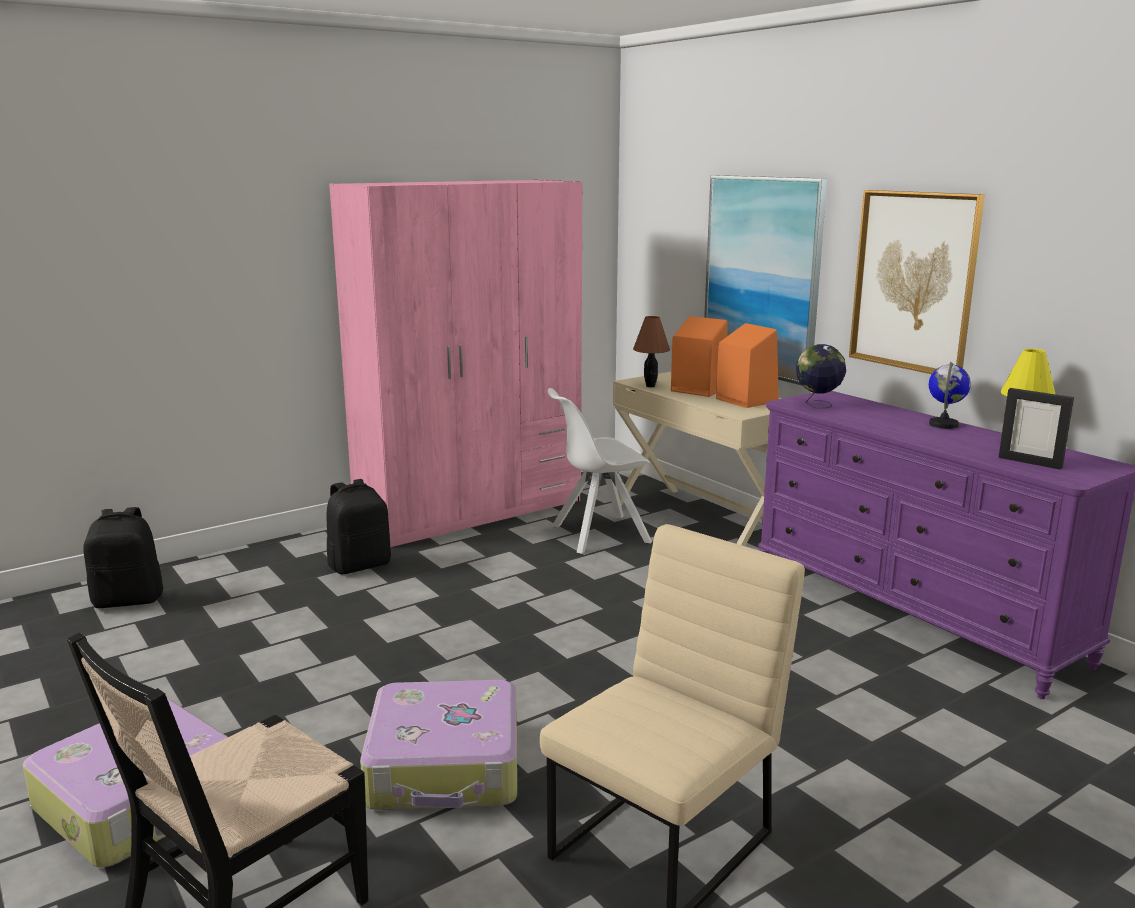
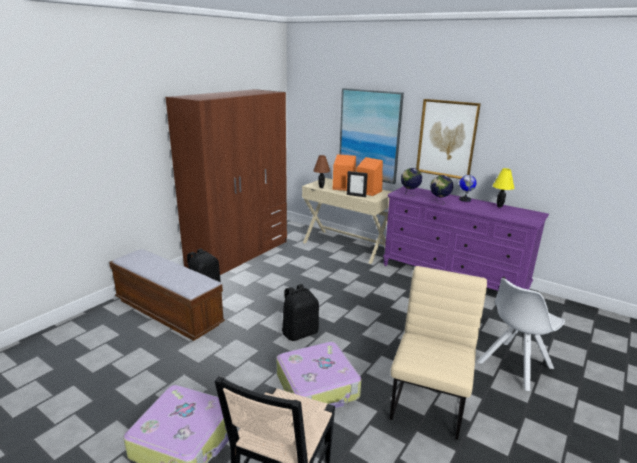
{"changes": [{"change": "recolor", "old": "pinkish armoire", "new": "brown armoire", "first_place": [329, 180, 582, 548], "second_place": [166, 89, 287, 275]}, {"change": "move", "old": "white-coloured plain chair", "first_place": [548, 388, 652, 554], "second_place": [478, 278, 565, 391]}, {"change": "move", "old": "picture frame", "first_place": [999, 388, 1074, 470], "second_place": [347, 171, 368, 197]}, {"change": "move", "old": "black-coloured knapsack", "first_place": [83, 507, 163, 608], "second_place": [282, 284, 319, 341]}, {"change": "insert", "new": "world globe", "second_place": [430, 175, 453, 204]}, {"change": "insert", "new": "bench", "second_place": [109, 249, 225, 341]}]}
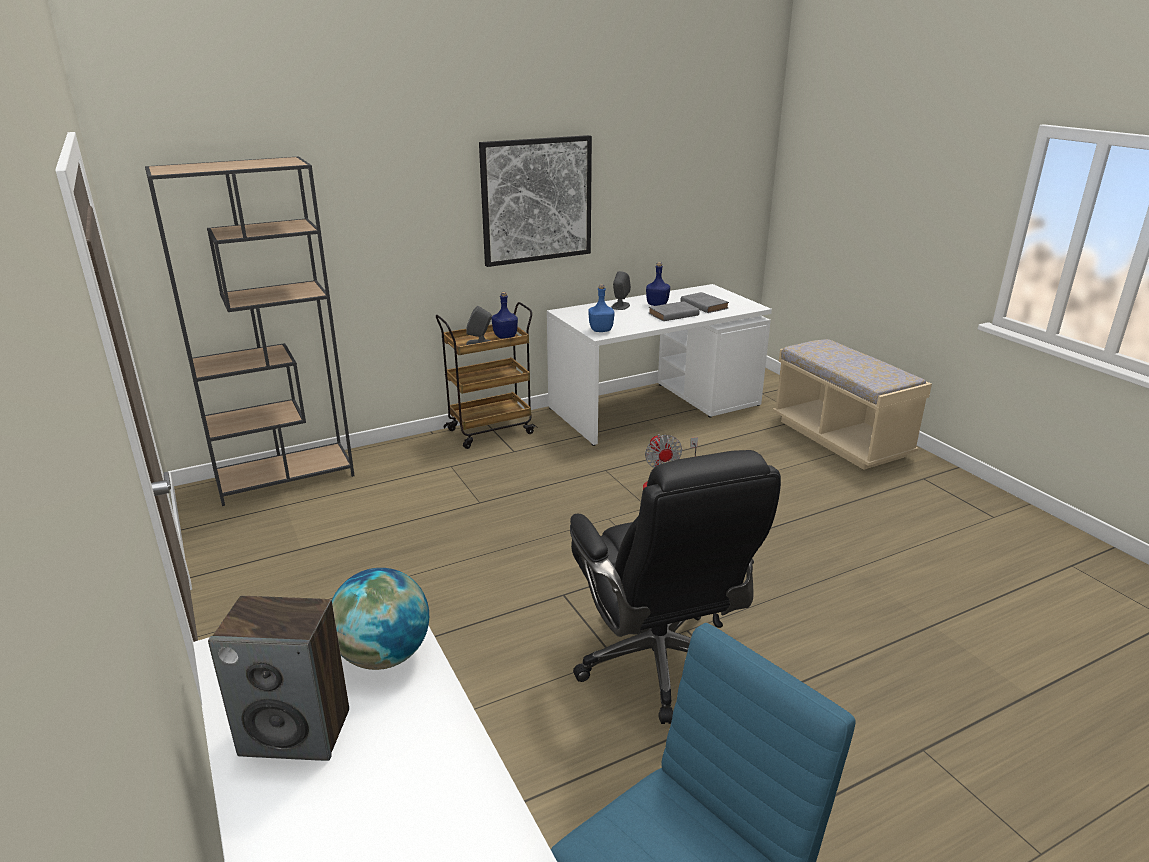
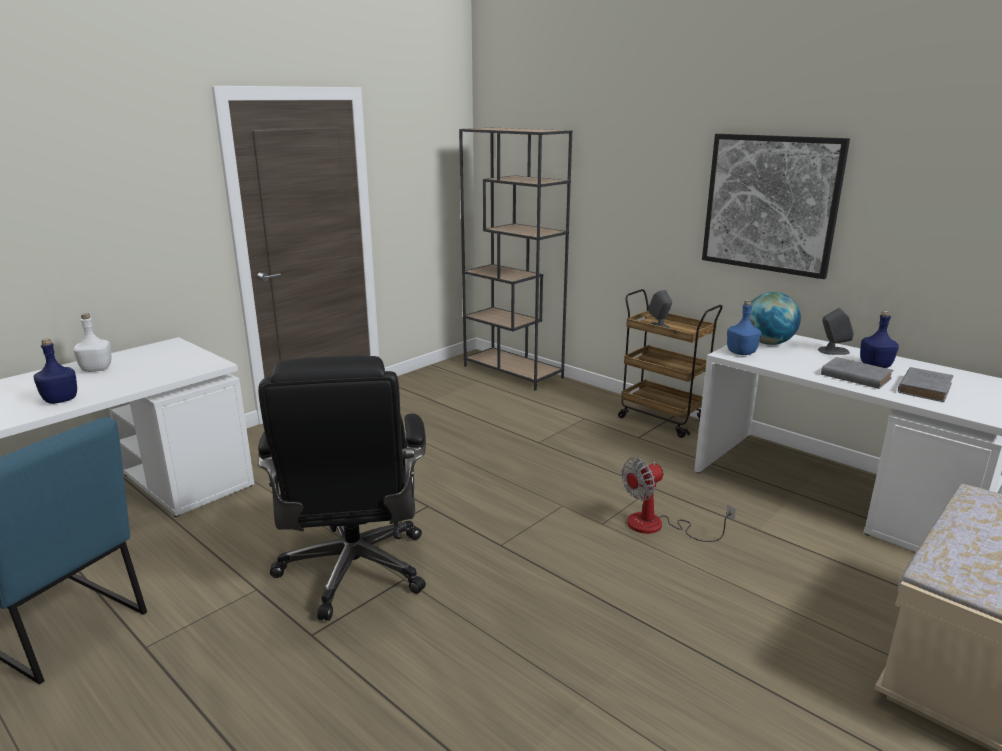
{"changes": [{"change": "move", "old": "blue-coloured beverage bottle", "first_place": [492, 292, 518, 338], "second_place": [33, 339, 77, 404]}, {"change": "rotate", "old": "black-coloured desk chair", "first_place": [570, 450, 781, 724], "second_place": [258, 355, 426, 621], "degrees": -60}, {"change": "move", "old": "world globe", "first_place": [331, 568, 429, 670], "second_place": [750, 292, 801, 345]}, {"change": "replace", "old": "speaker", "new": "white-coloured beverage bottle", "first_place": [208, 596, 349, 761], "second_place": [73, 313, 112, 372]}]}
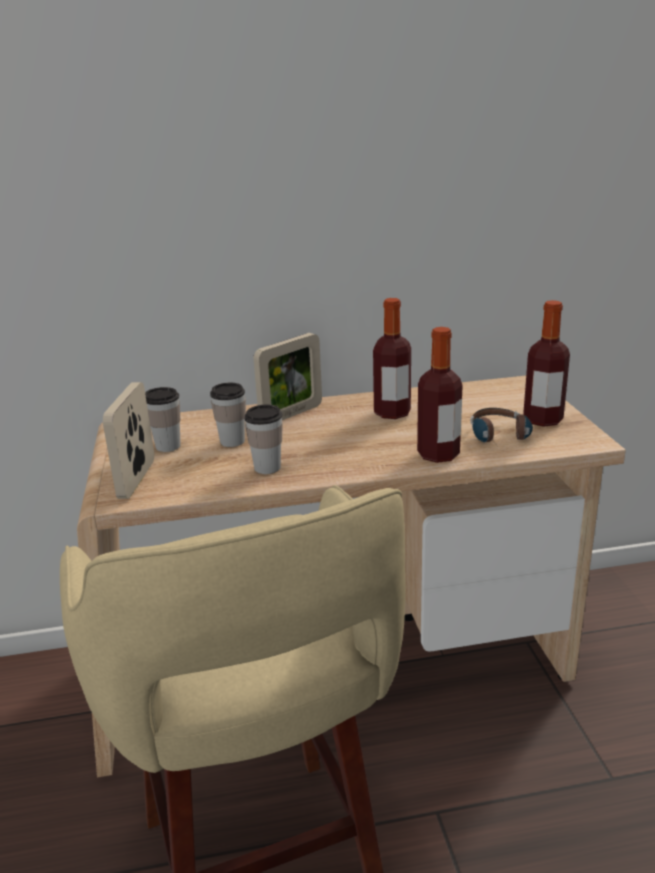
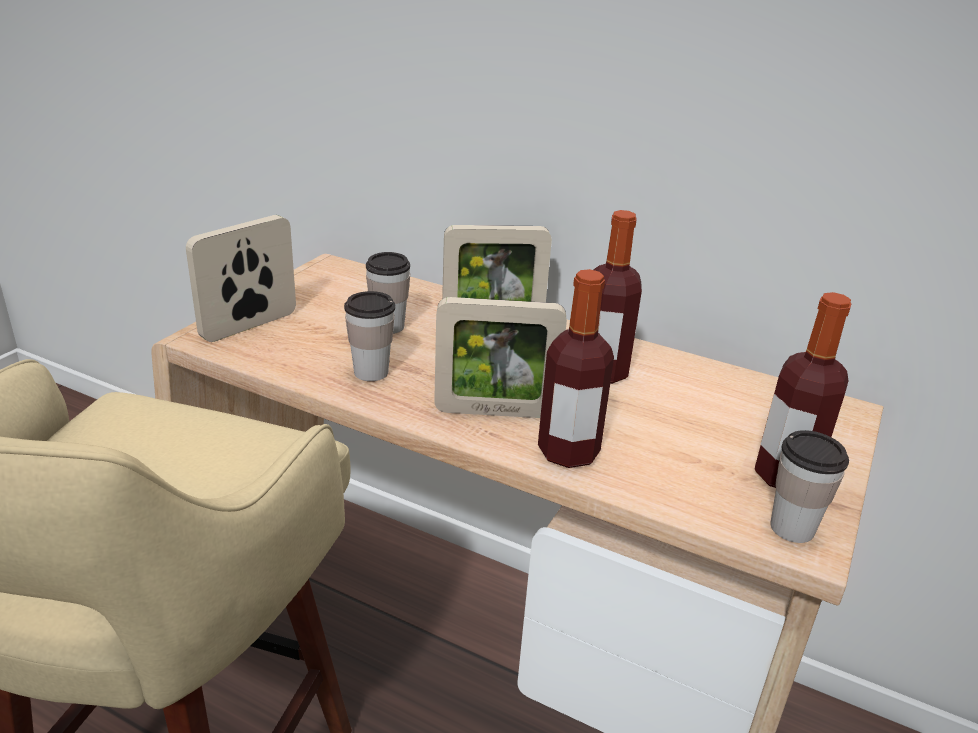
{"changes": [{"change": "move", "old": "small cup", "first_place": [145, 387, 181, 452], "second_place": [770, 430, 849, 543]}, {"change": "delete", "old": "headset", "first_place": [470, 408, 533, 443]}, {"change": "insert", "new": "picture frame", "second_place": [434, 297, 567, 418]}]}
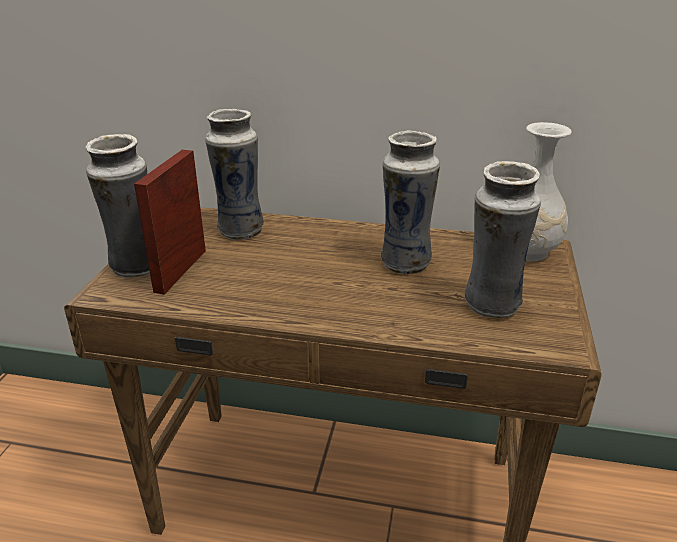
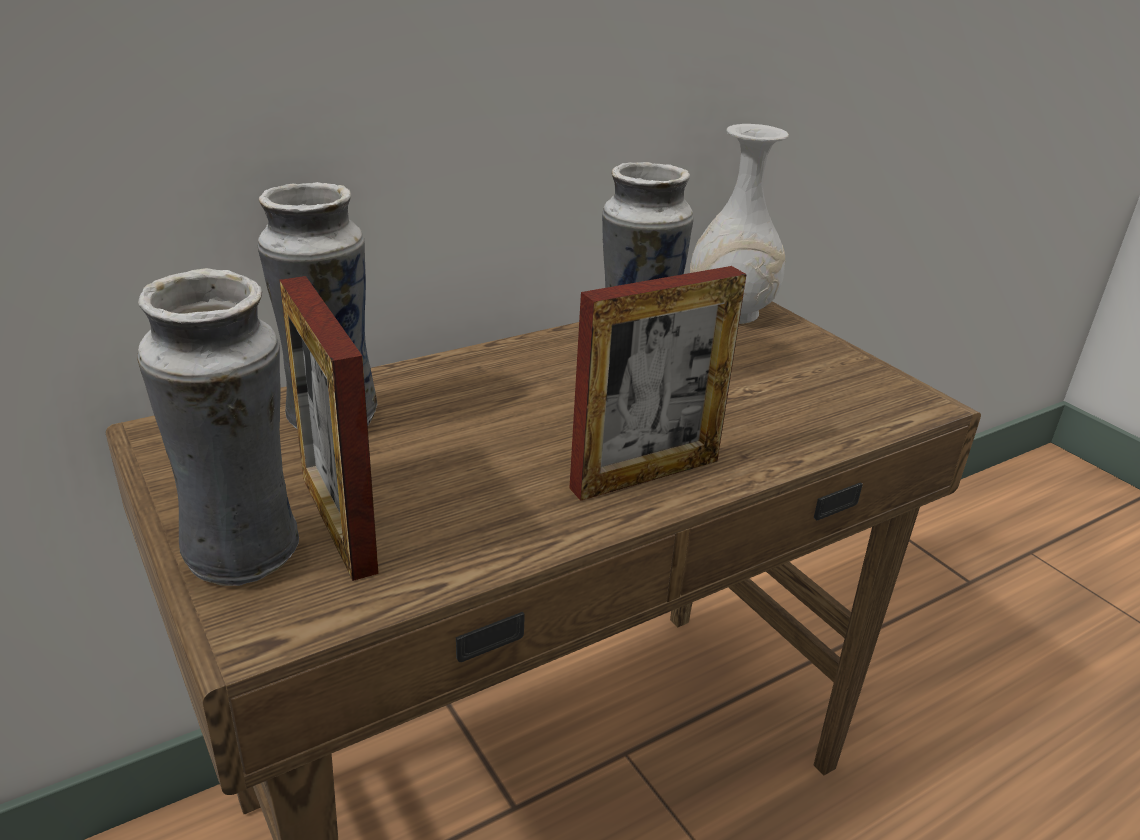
{"changes": [{"change": "delete", "old": "vase", "first_place": [465, 161, 541, 318]}, {"change": "insert", "new": "picture frame", "second_place": [569, 266, 747, 501]}]}
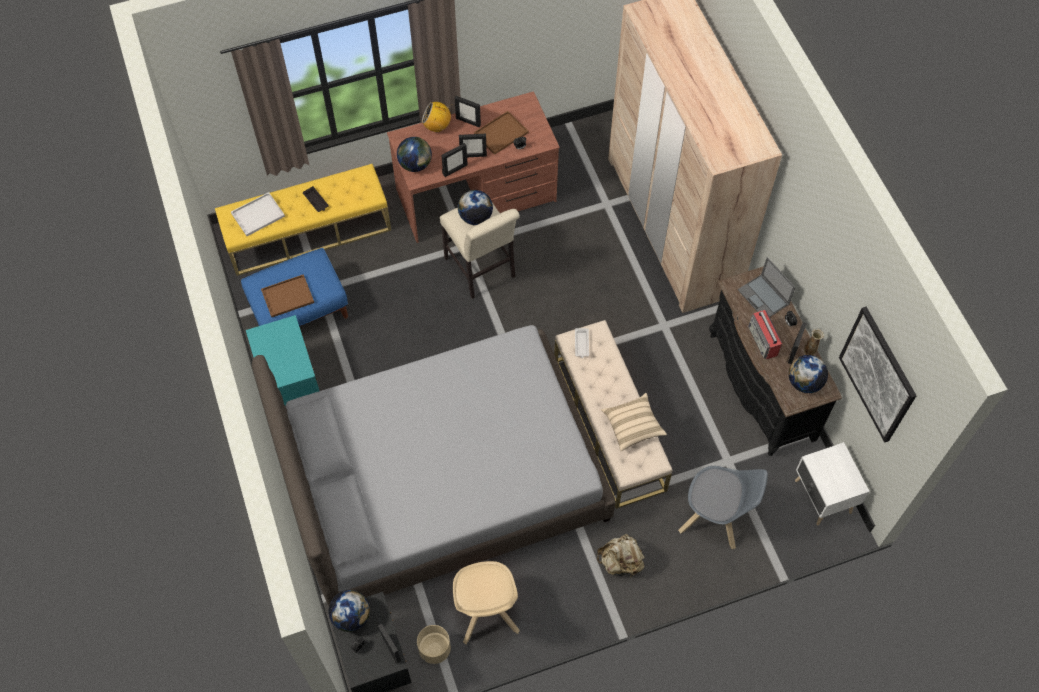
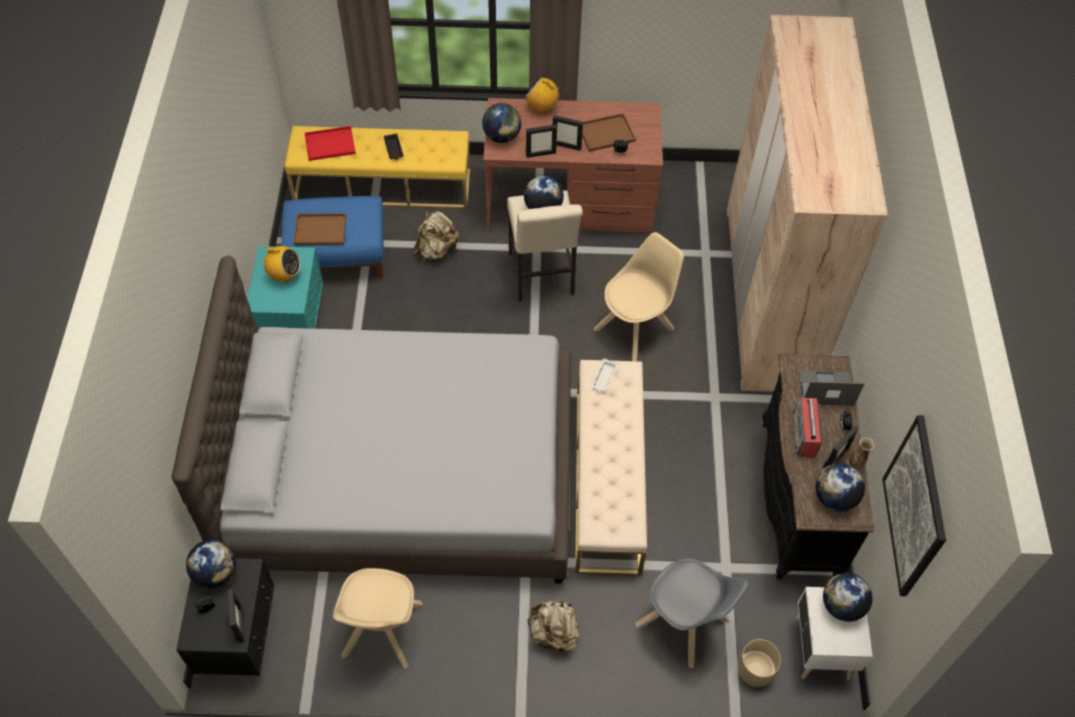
{"changes": [{"change": "delete", "old": "picture frame", "first_place": [455, 96, 481, 127]}, {"change": "recolor", "old": "white-coloured serving tray", "new": "red-coloured serving tray", "first_place": [231, 192, 285, 236], "second_place": [304, 126, 356, 161]}, {"change": "rotate", "old": "notebook computer", "first_place": [738, 257, 796, 317], "second_place": [799, 371, 865, 406], "degrees": 105}, {"change": "delete", "old": "sand-coloured throw pillow", "first_place": [601, 393, 667, 451]}, {"change": "move", "old": "sand-coloured flower pot", "first_place": [417, 625, 451, 664], "second_place": [738, 639, 781, 687]}, {"change": "insert", "new": "sand-coloured knapsack", "second_place": [413, 210, 459, 261]}, {"change": "insert", "new": "sand-coloured plain chair", "second_place": [594, 232, 684, 361]}, {"change": "insert", "new": "radio receiver", "second_place": [261, 246, 300, 282]}, {"change": "insert", "new": "world globe", "second_place": [823, 573, 873, 622]}]}
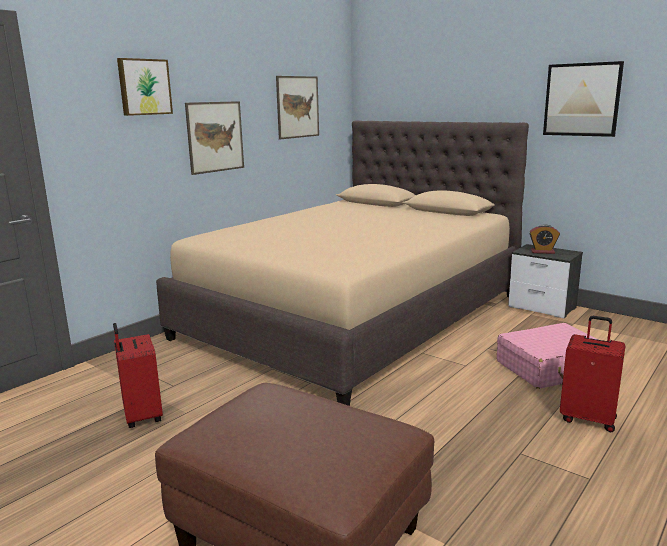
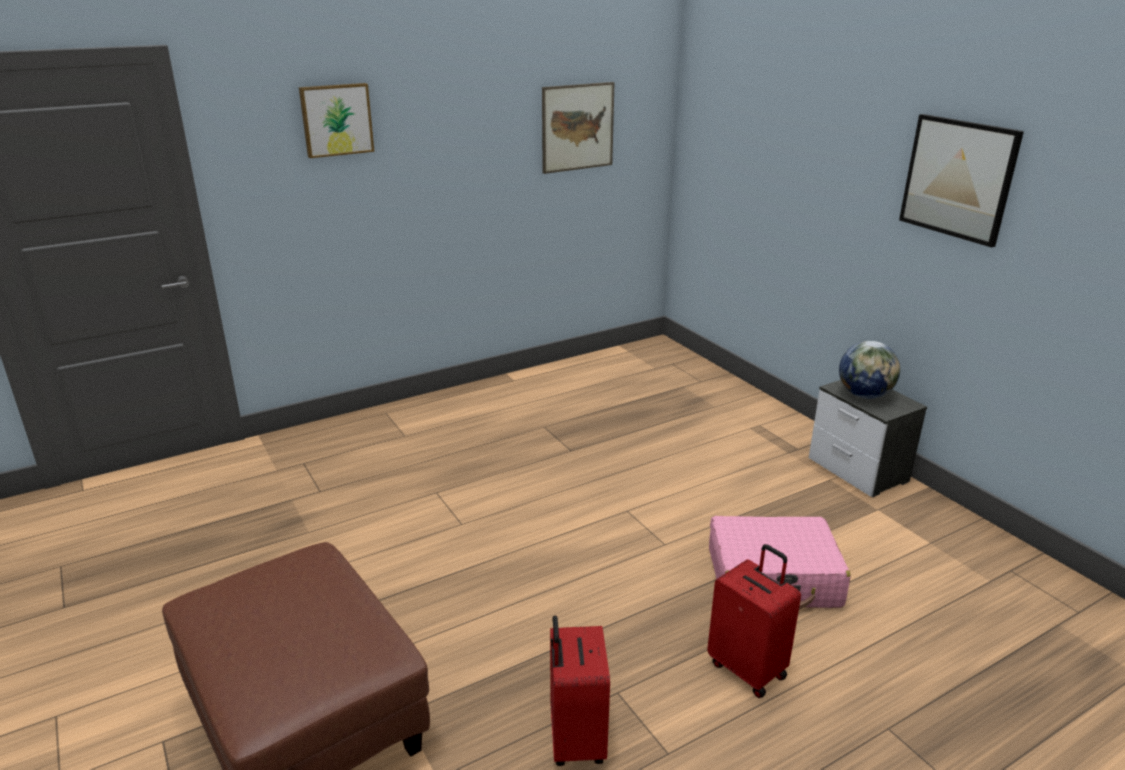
{"changes": [{"change": "delete", "old": "wall art", "first_place": [185, 101, 244, 175]}, {"change": "delete", "old": "sand-coloured sleeping bed", "first_place": [156, 121, 529, 406]}, {"change": "replace", "old": "bedside clock", "new": "world globe", "first_place": [529, 224, 560, 254], "second_place": [839, 341, 900, 399]}, {"change": "move", "old": "red-coloured piece of luggage", "first_place": [113, 323, 163, 428], "second_place": [550, 616, 610, 766]}]}
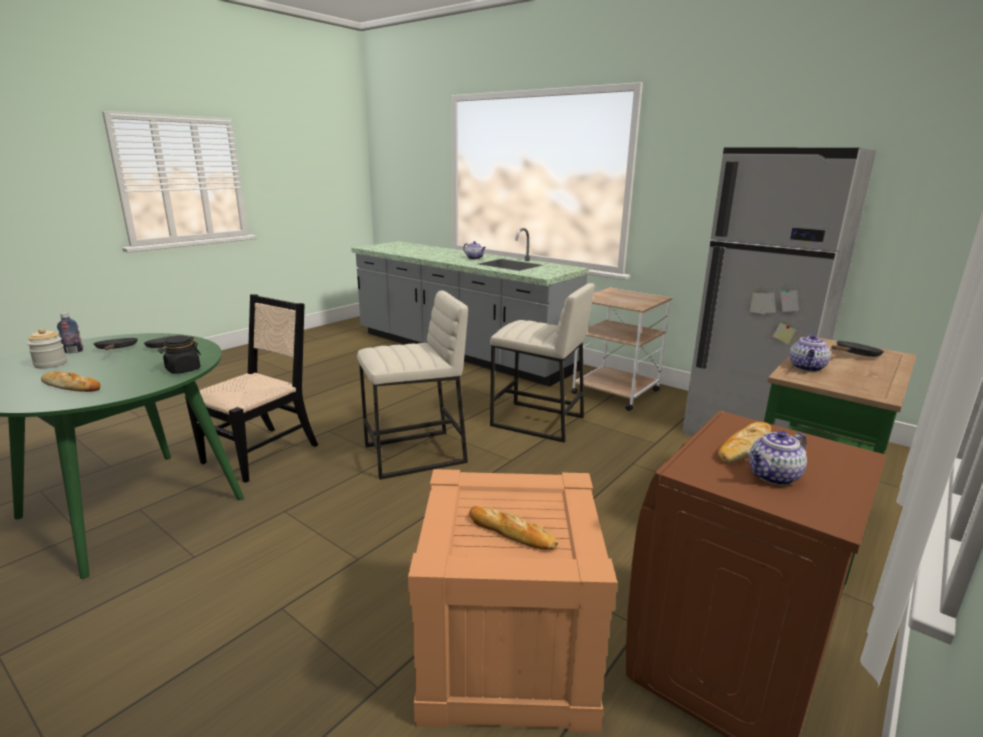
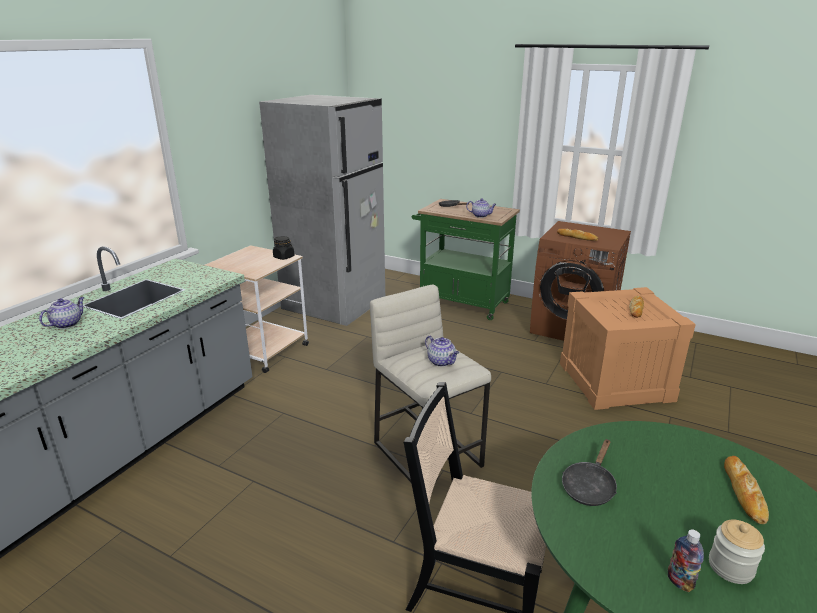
{"changes": [{"change": "delete", "old": "sand-coloured stool seat", "first_place": [490, 283, 595, 443]}, {"change": "move", "old": "black-coloured storage jar", "first_place": [158, 336, 201, 374], "second_place": [273, 236, 294, 260]}, {"change": "delete", "old": "black-coloured skillet", "first_place": [93, 338, 138, 350]}, {"change": "move", "old": "tea pot", "first_place": [749, 431, 807, 486], "second_place": [425, 336, 459, 367]}]}
